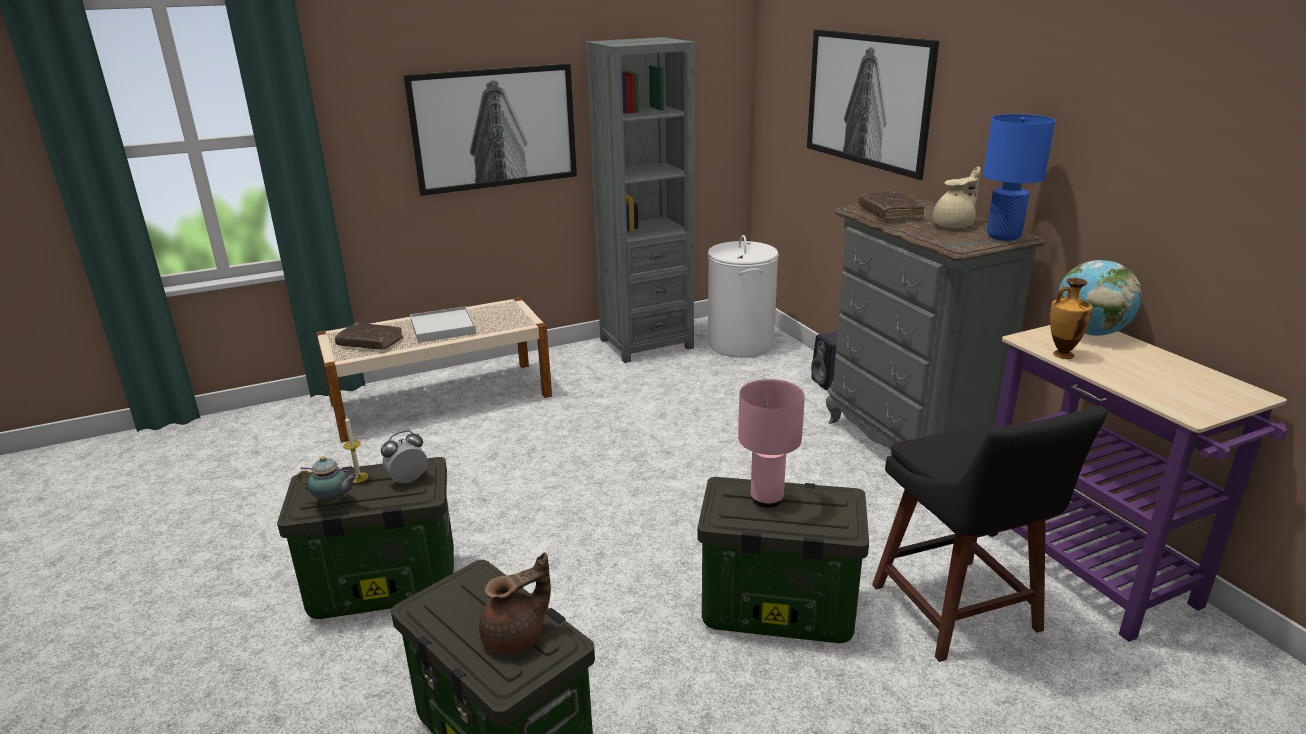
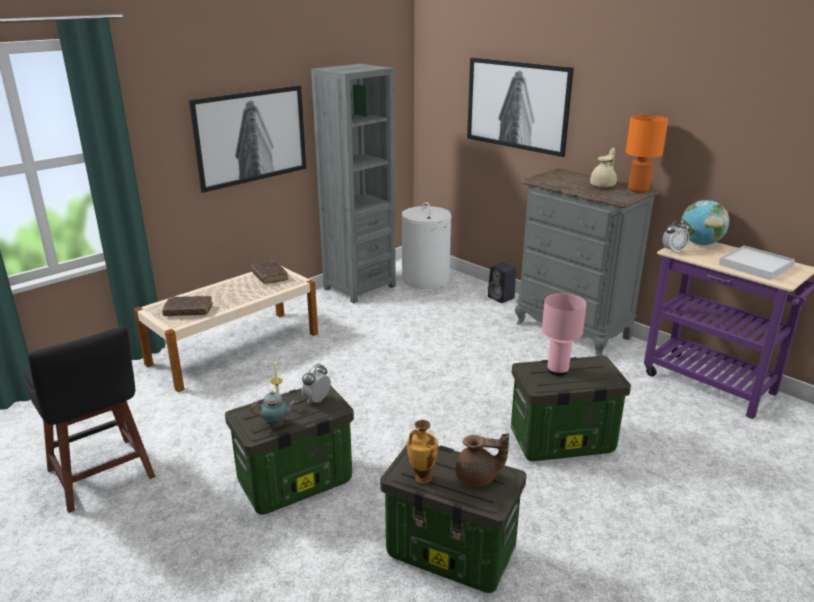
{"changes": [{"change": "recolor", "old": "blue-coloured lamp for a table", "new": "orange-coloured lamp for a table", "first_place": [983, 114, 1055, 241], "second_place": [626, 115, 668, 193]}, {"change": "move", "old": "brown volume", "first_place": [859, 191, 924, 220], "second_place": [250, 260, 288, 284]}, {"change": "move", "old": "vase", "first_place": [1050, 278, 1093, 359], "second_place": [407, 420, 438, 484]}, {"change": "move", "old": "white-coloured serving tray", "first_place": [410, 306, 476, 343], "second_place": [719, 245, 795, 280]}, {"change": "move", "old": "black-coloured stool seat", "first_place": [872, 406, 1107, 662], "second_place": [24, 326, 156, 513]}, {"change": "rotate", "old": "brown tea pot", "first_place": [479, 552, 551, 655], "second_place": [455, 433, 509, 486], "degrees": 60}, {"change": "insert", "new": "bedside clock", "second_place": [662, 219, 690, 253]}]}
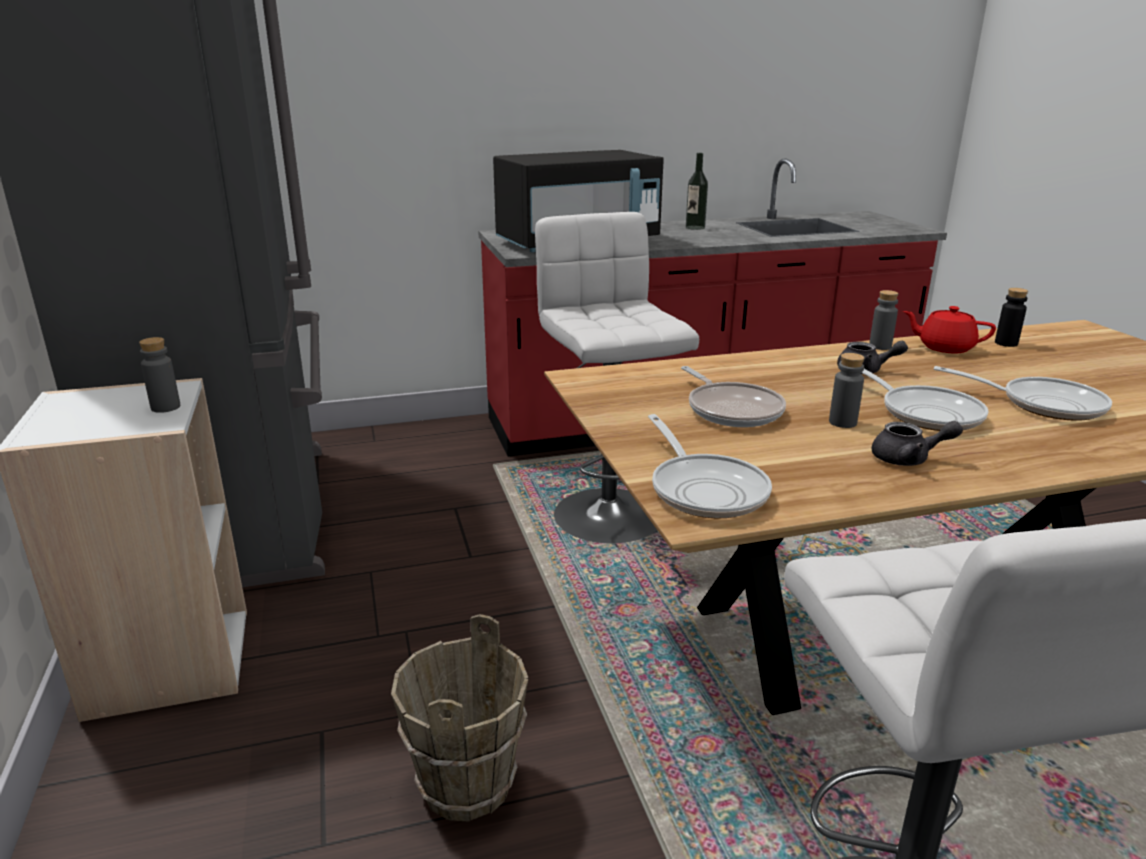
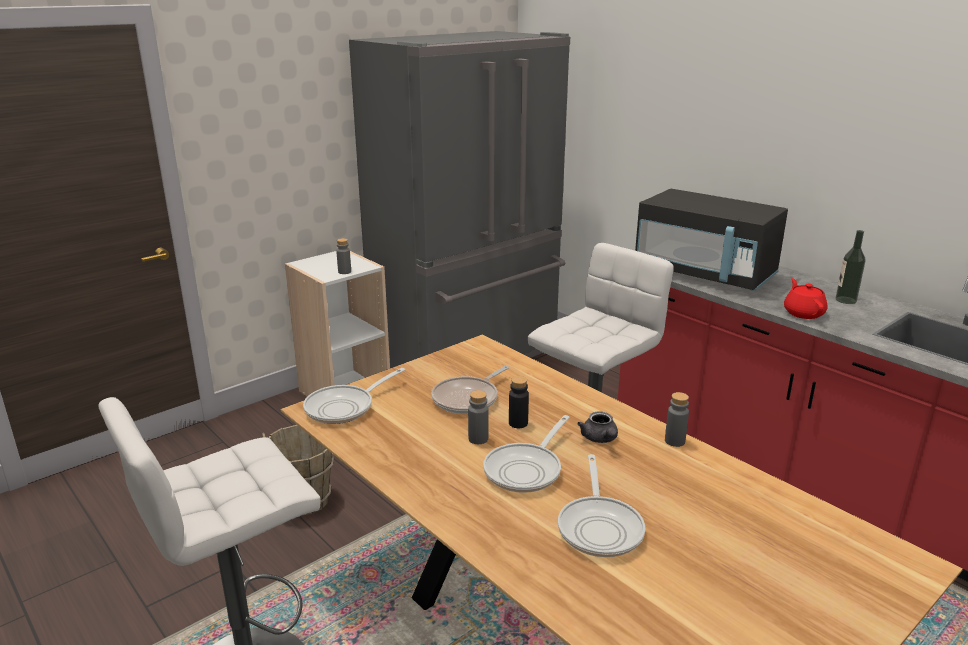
{"changes": [{"change": "move", "old": "black-coloured beverage bottle", "first_place": [995, 288, 1028, 347], "second_place": [509, 376, 529, 428]}, {"change": "move", "old": "red-coloured tea pot", "first_place": [903, 306, 996, 353], "second_place": [784, 278, 827, 319]}, {"change": "delete", "old": "grey tea pot", "first_place": [872, 421, 963, 466]}]}
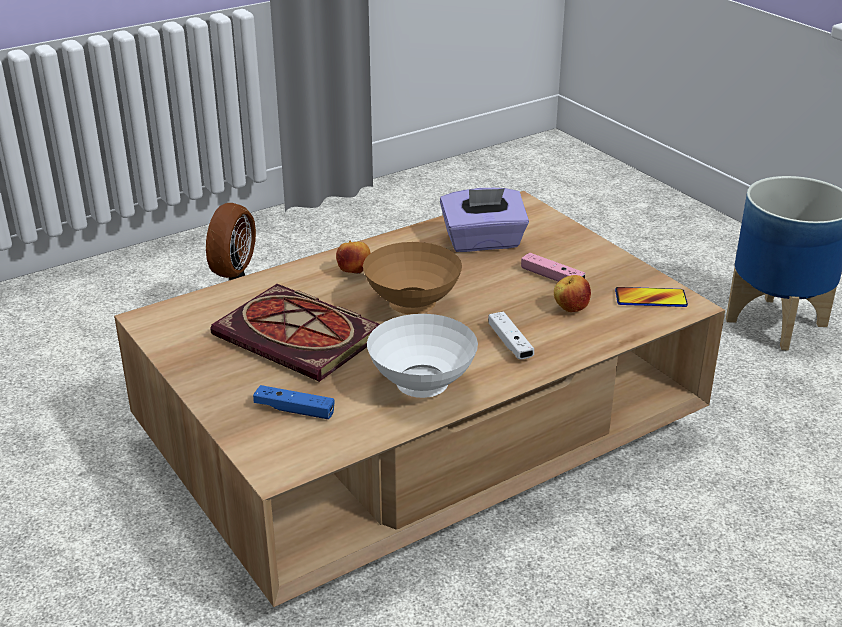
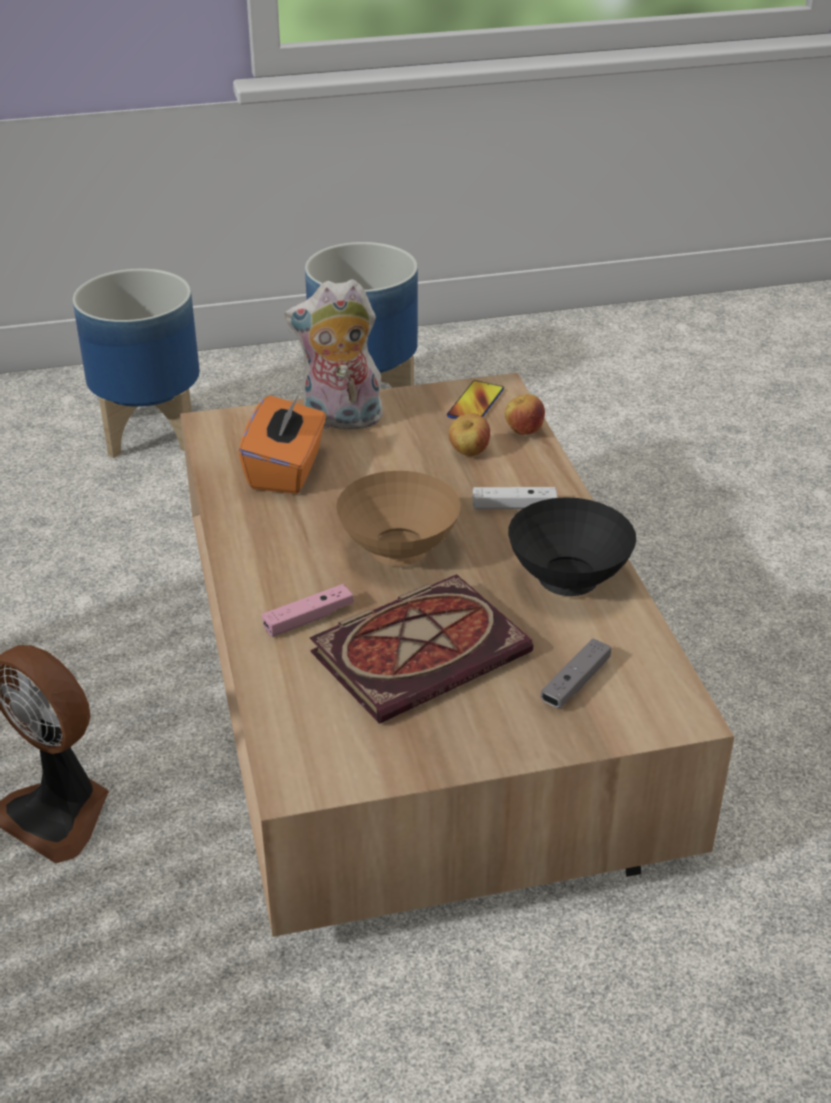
{"changes": [{"change": "recolor", "old": "purple tissue box", "new": "orange-coloured tissue box", "first_place": [440, 188, 529, 252], "second_place": [238, 393, 326, 494]}, {"change": "move", "old": "whole apple", "first_place": [336, 241, 371, 274], "second_place": [505, 394, 545, 435]}, {"change": "move", "old": "pinkish gamepad", "first_place": [521, 253, 585, 282], "second_place": [262, 584, 353, 637]}, {"change": "recolor", "old": "white-coloured bowl", "new": "black-coloured bowl", "first_place": [367, 314, 478, 398], "second_place": [508, 497, 636, 596]}, {"change": "recolor", "old": "blue-coloured gamepad", "new": "grey gamepad", "first_place": [253, 385, 334, 419], "second_place": [540, 639, 611, 708]}, {"change": "insert", "new": "flower pot", "second_place": [73, 268, 200, 458]}, {"change": "insert", "new": "soft toy", "second_place": [285, 279, 387, 432]}]}
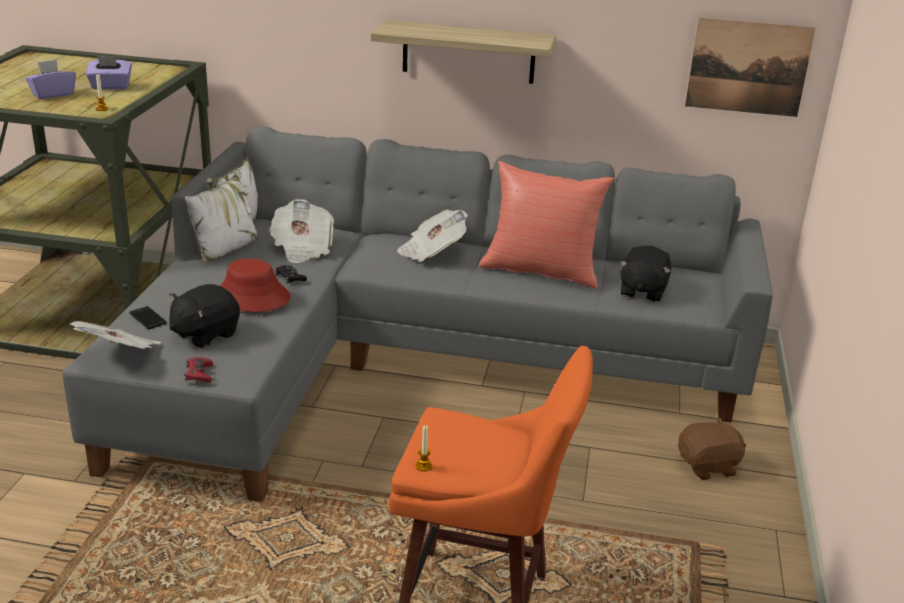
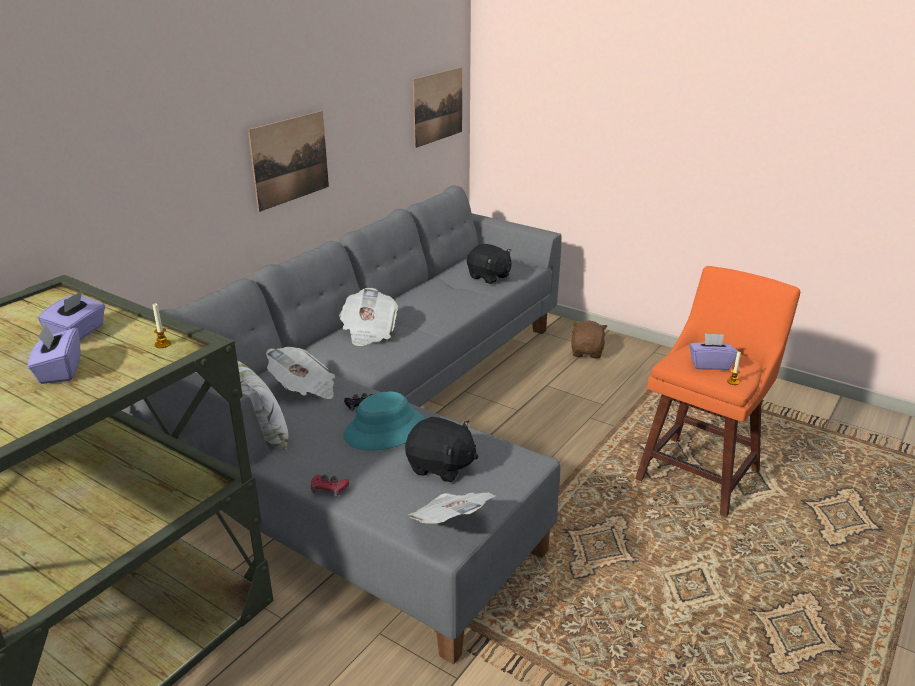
{"changes": [{"change": "replace", "old": "wall shelf", "new": "wall art", "first_place": [371, 20, 556, 84], "second_place": [248, 111, 329, 212]}, {"change": "delete", "old": "red-coloured throw pillow", "first_place": [479, 161, 614, 289]}, {"change": "recolor", "old": "red-coloured hat", "new": "turquoise-coloured hat", "first_place": [220, 258, 290, 312], "second_place": [343, 392, 425, 450]}, {"change": "rotate", "old": "black-coloured soft toy", "first_place": [169, 284, 240, 348], "second_place": [405, 417, 478, 482], "degrees": -45}, {"change": "delete", "old": "phone", "first_place": [129, 306, 167, 329]}, {"change": "move", "old": "red-coloured gamepad", "first_place": [184, 357, 213, 383], "second_place": [311, 475, 349, 497]}, {"change": "insert", "new": "purple tissue box", "second_place": [689, 333, 737, 370]}]}
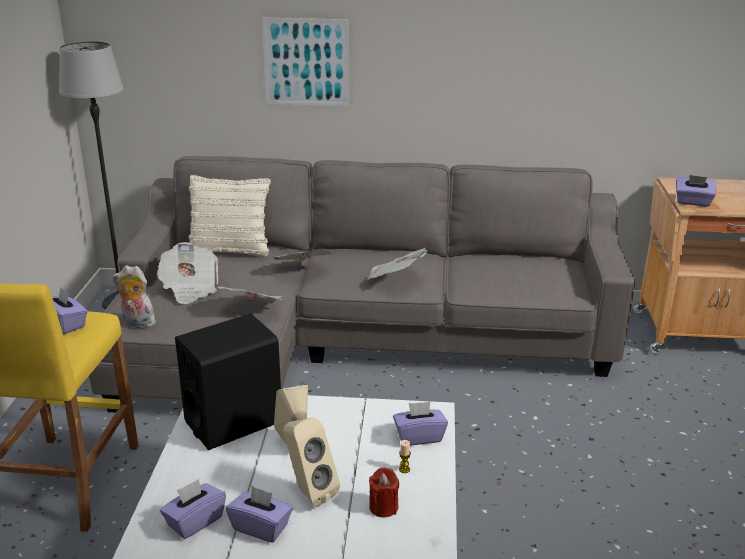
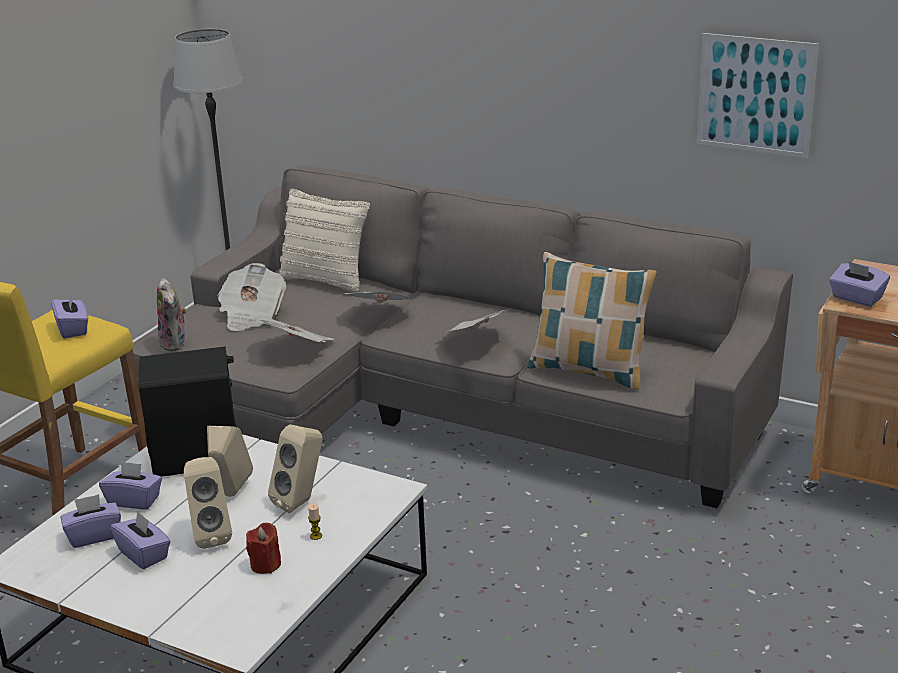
{"changes": [{"change": "move", "old": "wall art", "first_place": [262, 17, 349, 106], "second_place": [697, 33, 819, 158]}, {"change": "rotate", "old": "soft toy", "first_place": [112, 265, 156, 328], "second_place": [157, 278, 187, 351], "degrees": -150}, {"change": "move", "old": "purple tissue box", "first_place": [393, 402, 448, 446], "second_place": [99, 461, 162, 510]}, {"change": "insert", "new": "throw pillow", "second_place": [528, 252, 657, 390]}, {"change": "insert", "new": "sand-coloured speaker", "second_place": [268, 424, 322, 513]}]}
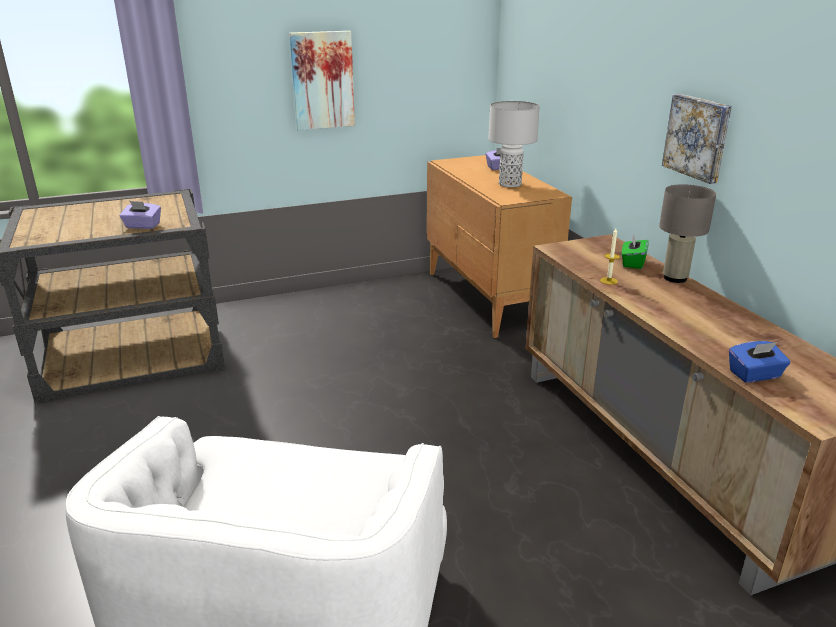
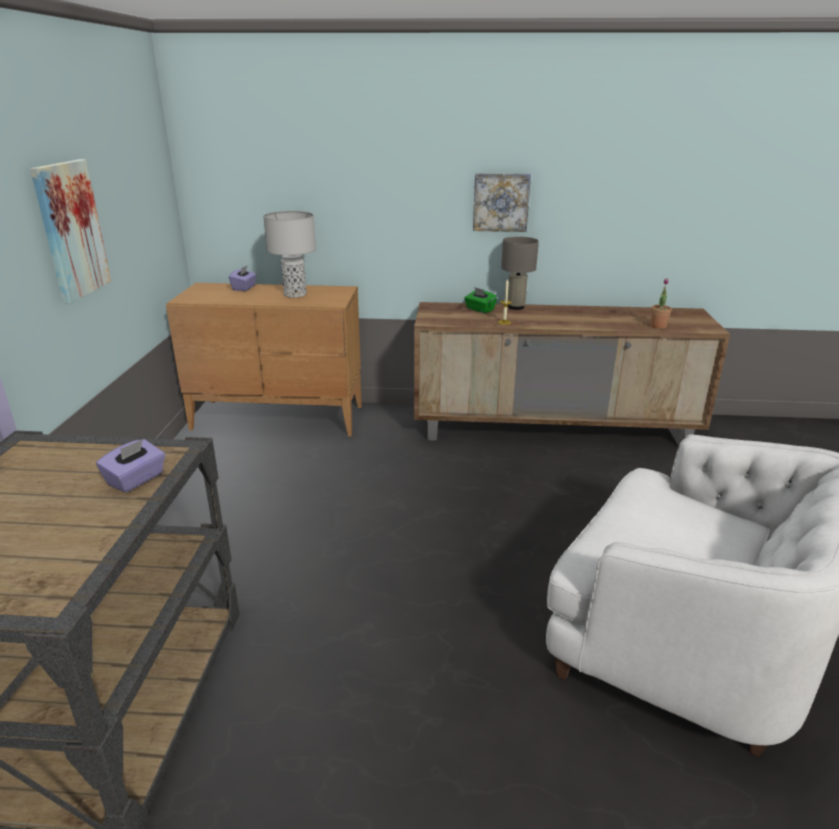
{"changes": [{"change": "replace", "old": "blue-coloured tissue box", "new": "potted plant", "first_place": [729, 341, 790, 383], "second_place": [650, 278, 672, 329]}]}
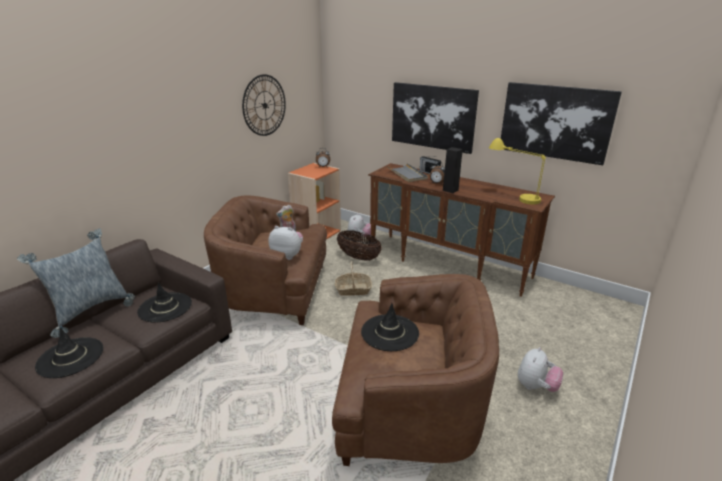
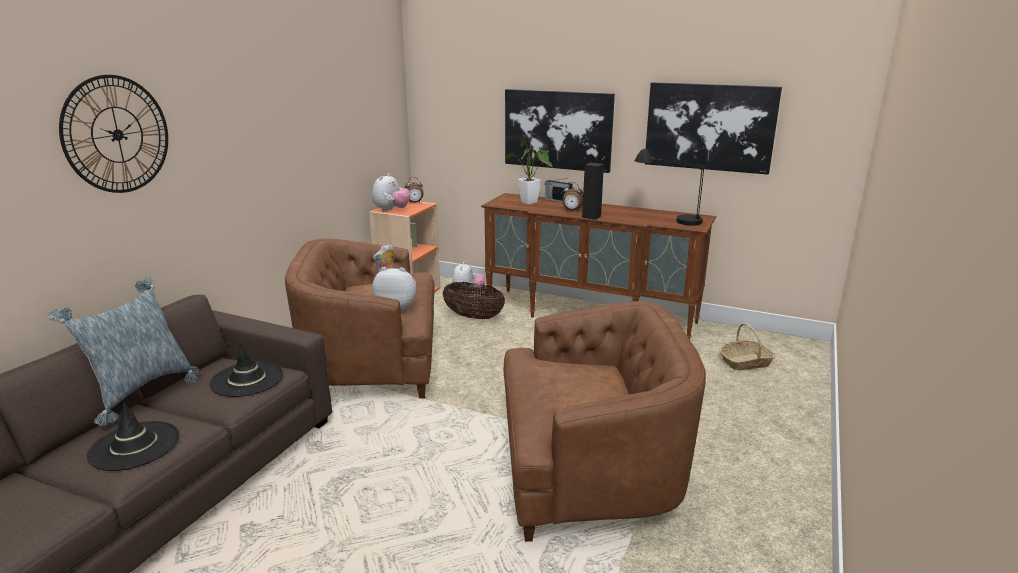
{"changes": [{"change": "move", "old": "clock on the wall", "first_place": [242, 74, 286, 136], "second_place": [59, 75, 168, 193]}, {"change": "recolor", "old": "yellow lamp for a table", "new": "black-coloured lamp for a table", "first_place": [489, 138, 546, 204], "second_place": [634, 149, 705, 226]}, {"change": "replace", "old": "grey serving tray", "new": "potted plant", "first_place": [387, 163, 428, 182], "second_place": [506, 140, 553, 205]}, {"change": "move", "old": "basket", "first_place": [335, 261, 372, 296], "second_place": [719, 323, 775, 370]}, {"change": "delete", "old": "black-coloured hat", "first_place": [361, 303, 419, 351]}, {"change": "move", "old": "soft toy", "first_place": [518, 347, 563, 392], "second_place": [372, 173, 410, 212]}]}
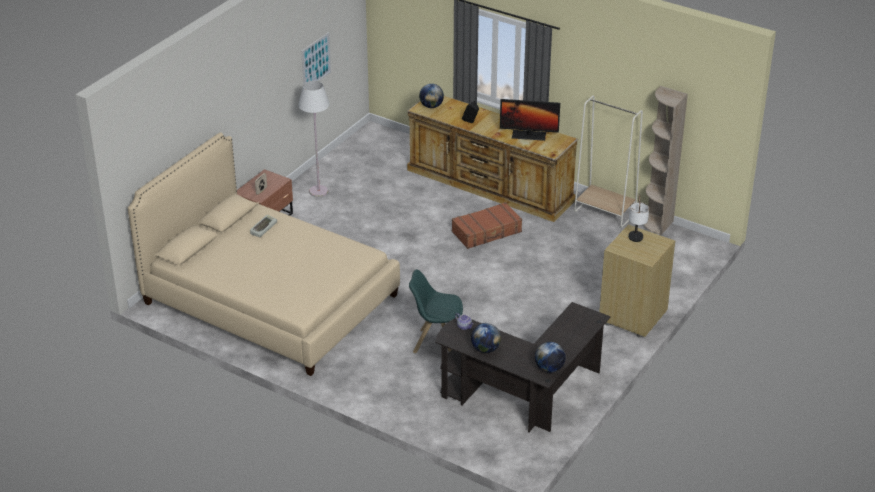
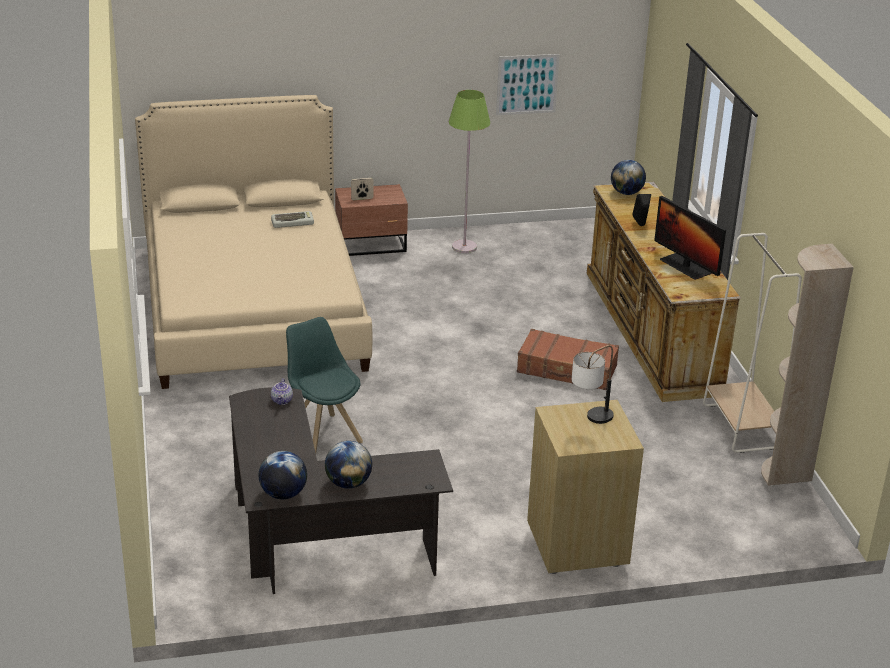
{"changes": [{"change": "recolor", "old": "white-coloured floor lamp", "new": "greenish floor lamp", "first_place": [298, 81, 330, 197], "second_place": [449, 90, 490, 253]}, {"change": "move", "old": "world globe", "first_place": [471, 323, 501, 353], "second_place": [325, 441, 372, 489]}]}
